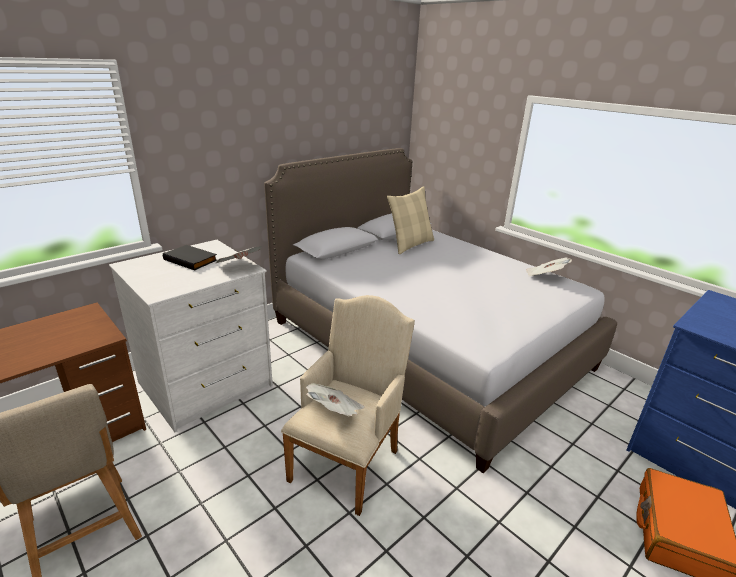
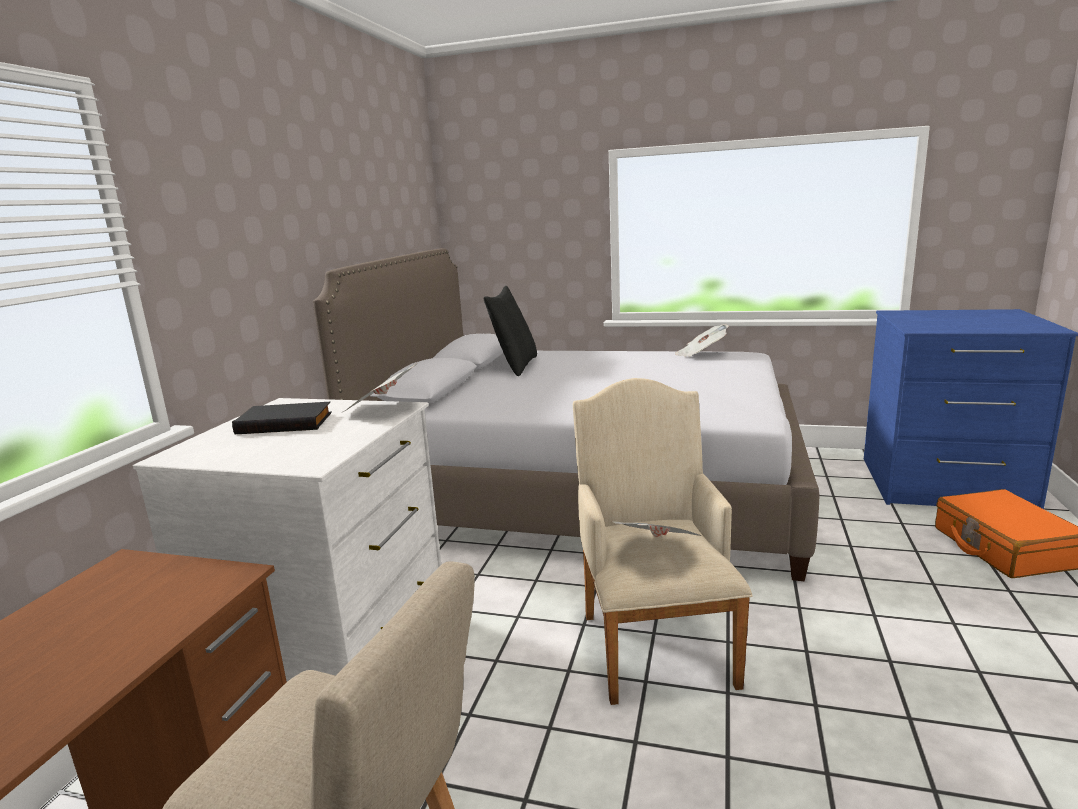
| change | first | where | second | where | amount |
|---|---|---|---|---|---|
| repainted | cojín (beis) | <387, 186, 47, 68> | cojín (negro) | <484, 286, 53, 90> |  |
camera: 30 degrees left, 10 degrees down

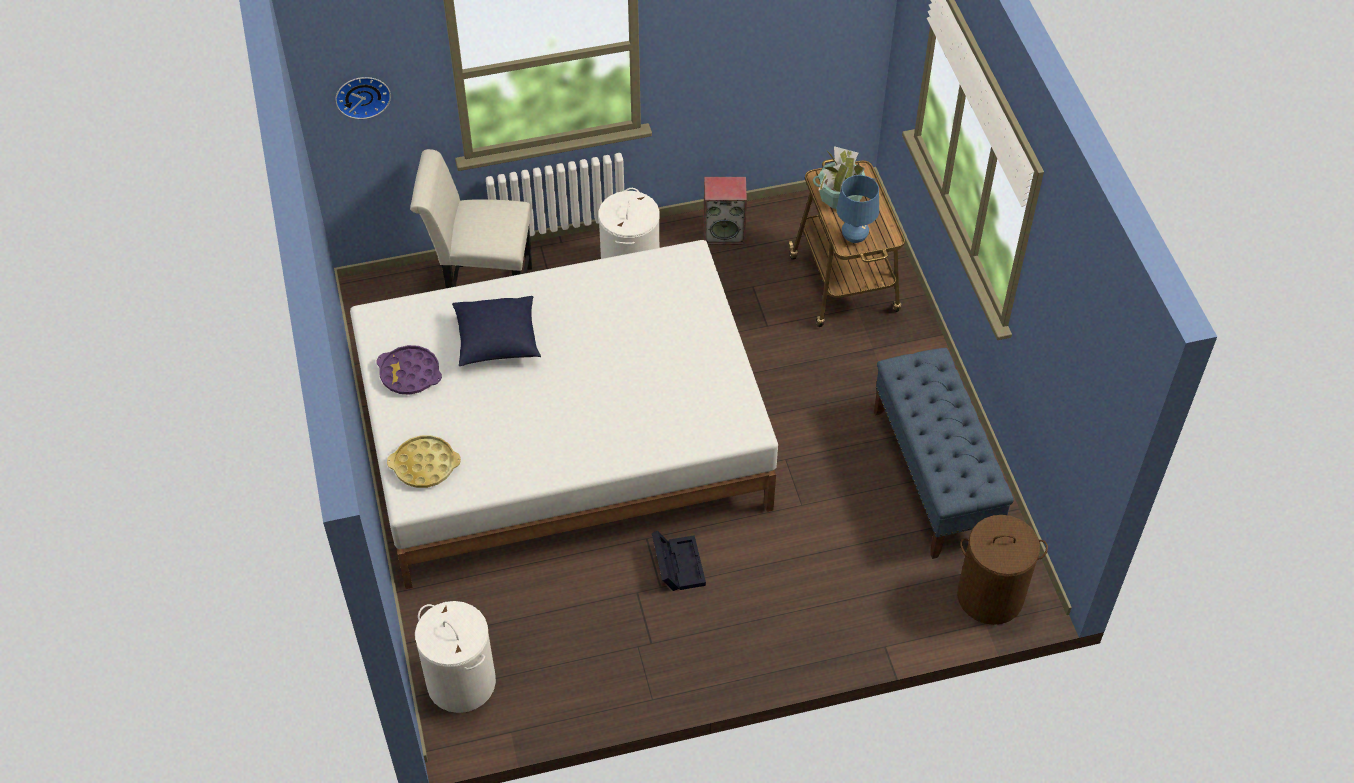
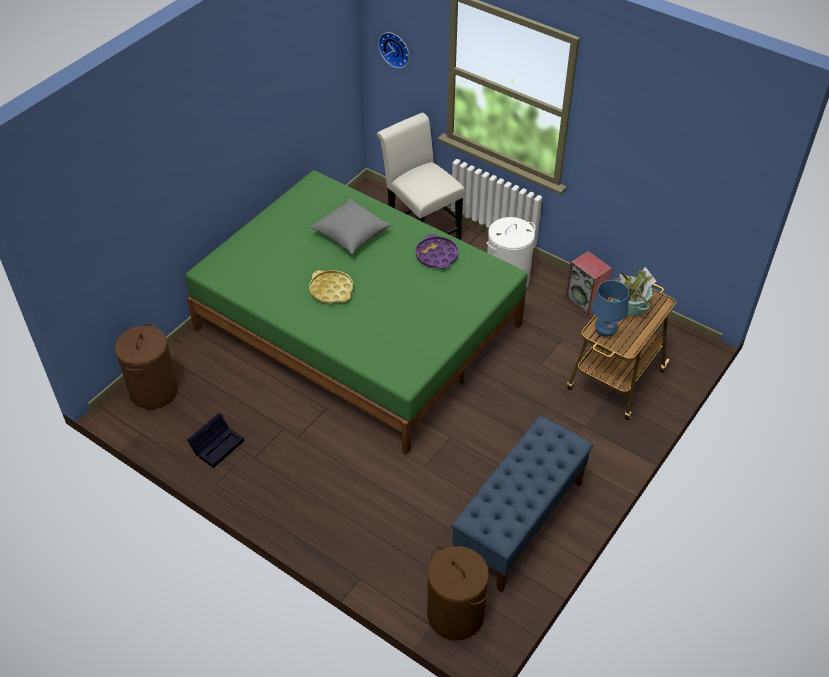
| change | first | where | second | where | amount |
|---|---|---|---|---|---|
| repainted | cama (blanco) | <350, 240, 428, 349> | cama (verde) | <185, 170, 343, 285> |  |
| repainted | cojín (azul) | <452, 296, 89, 70> | cojín (gris) | <310, 198, 81, 57> |  |
| shifted | bandeja (morado) | <377, 345, 65, 50> |  | <416, 234, 43, 35> |  |
| shifted | bandeja (amarillo) | <387, 435, 74, 53> |  | <309, 270, 44, 34> |  |
| shifted | caja de almacenaje (negro) | <652, 531, 54, 60> |  | <187, 413, 57, 55> |  |
| repainted | cesto de la ropa (blanco) | <415, 601, 81, 112> | cesto de la ropa (marrón) | <115, 323, 63, 86> |  |
camera: 50 degrees right, 5 degrees down

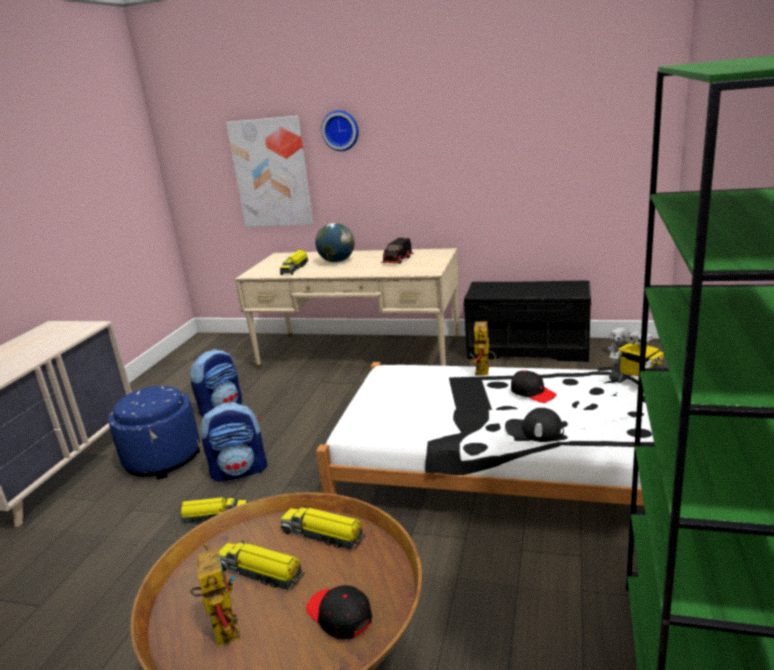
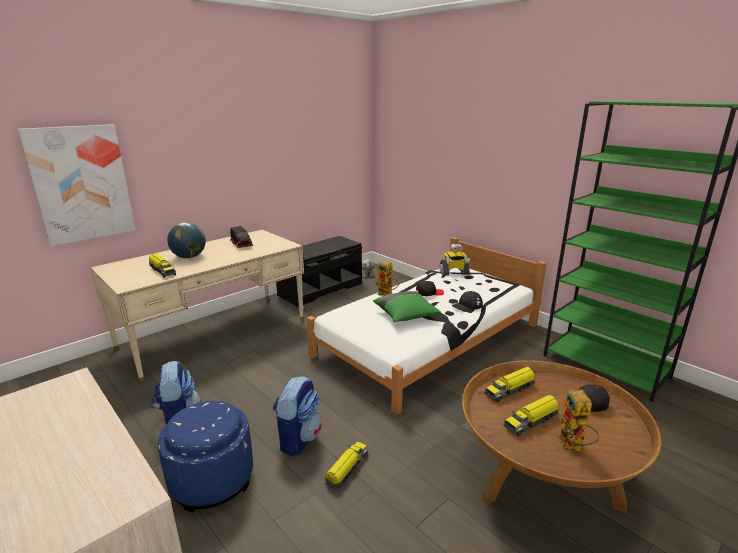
| change | first | where | second | where | amount |
|---|---|---|---|---|---|
| gone | reloj de pared | <321, 110, 38, 41> |  |  |  |
| rotated | robot de juguete | <190, 543, 51, 103> |  | <557, 390, 42, 62> | 105 degrees counterclockwise |
| new |  |  | cojín (verde) | <373, 291, 68, 31> |  |
camera: 60 degrees left, 0 degrees up

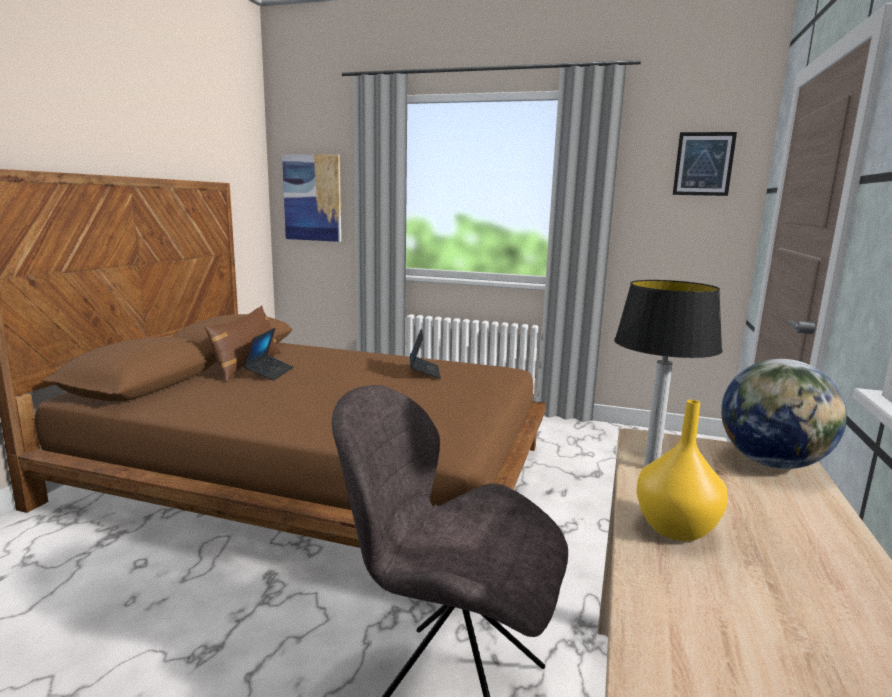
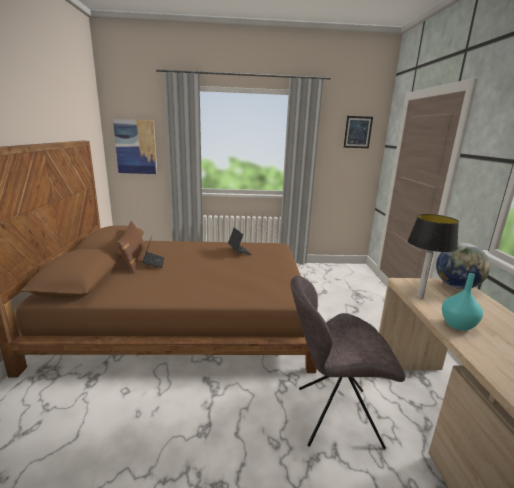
| change | first | where | second | where | amount |
|---|---|---|---|---|---|
| repainted | florero (amarillo) | <637, 400, 91, 141> | florero (turquesa) | <442, 273, 41, 58> |  |
camera: 20 degrees left, 5 degrees up

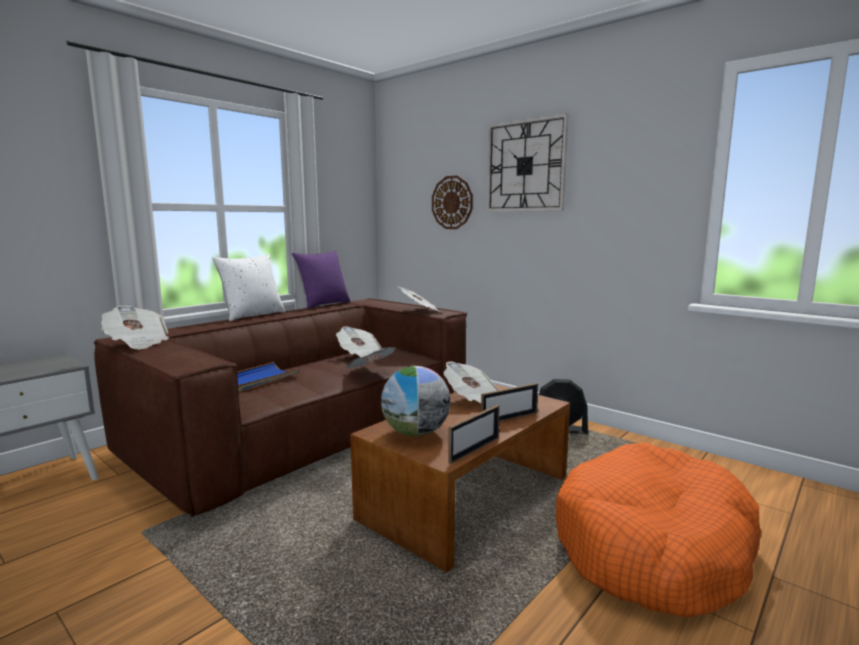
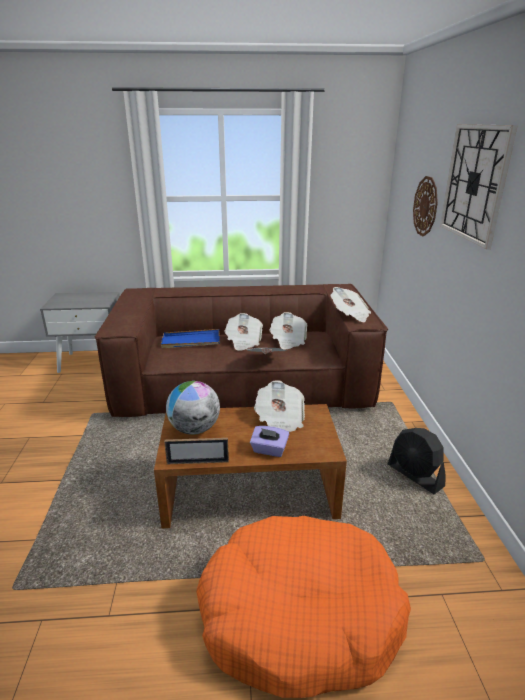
| change | first | where | second | where | amount |
|---|---|---|---|---|---|
| gone | cojín (morado) | <292, 250, 58, 59> |  |  |  |
| gone | cojín (blanco) | <212, 254, 73, 67> |  |  |  |
| shifted | periódico | <101, 306, 68, 44> |  | <225, 313, 38, 38> |  |
| swapped | portarretratos | <481, 383, 57, 39> | caja de pañuelos (morado) | <250, 426, 39, 31> |  |
camera: 45 degrees right, 15 degrees up

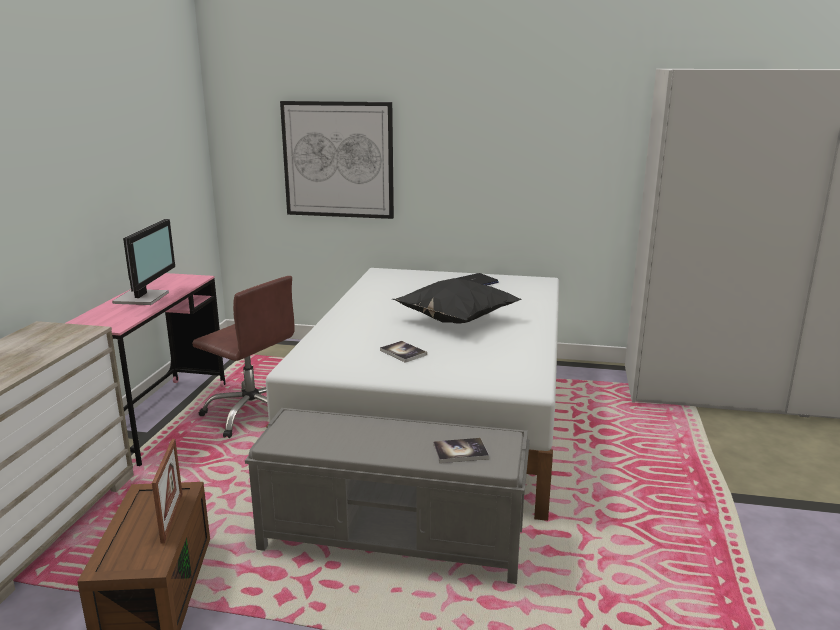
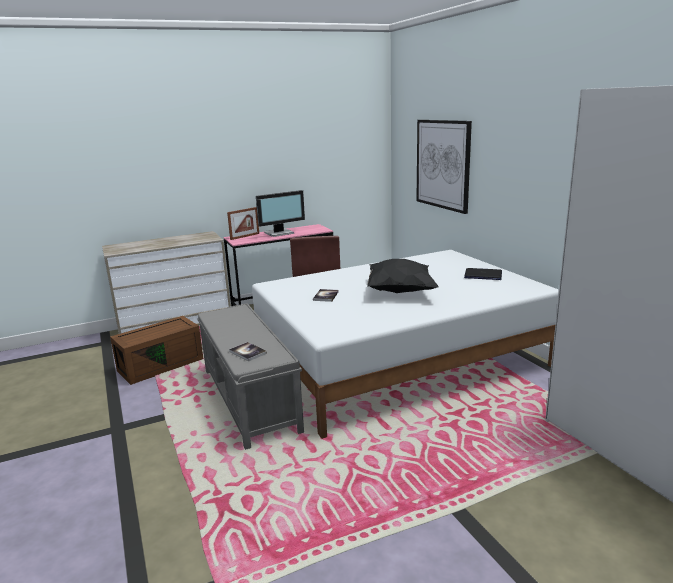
| change | first | where | second | where | amount |
|---|---|---|---|---|---|
| shifted | portarretratos | <152, 439, 31, 105> |  | <227, 207, 32, 33> |  |
camera: 55 degrees right, 0 degrees up

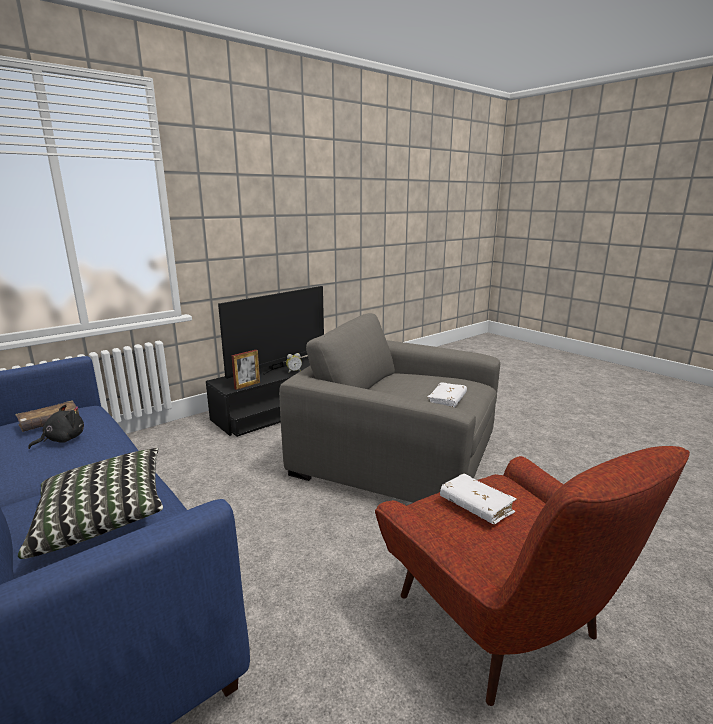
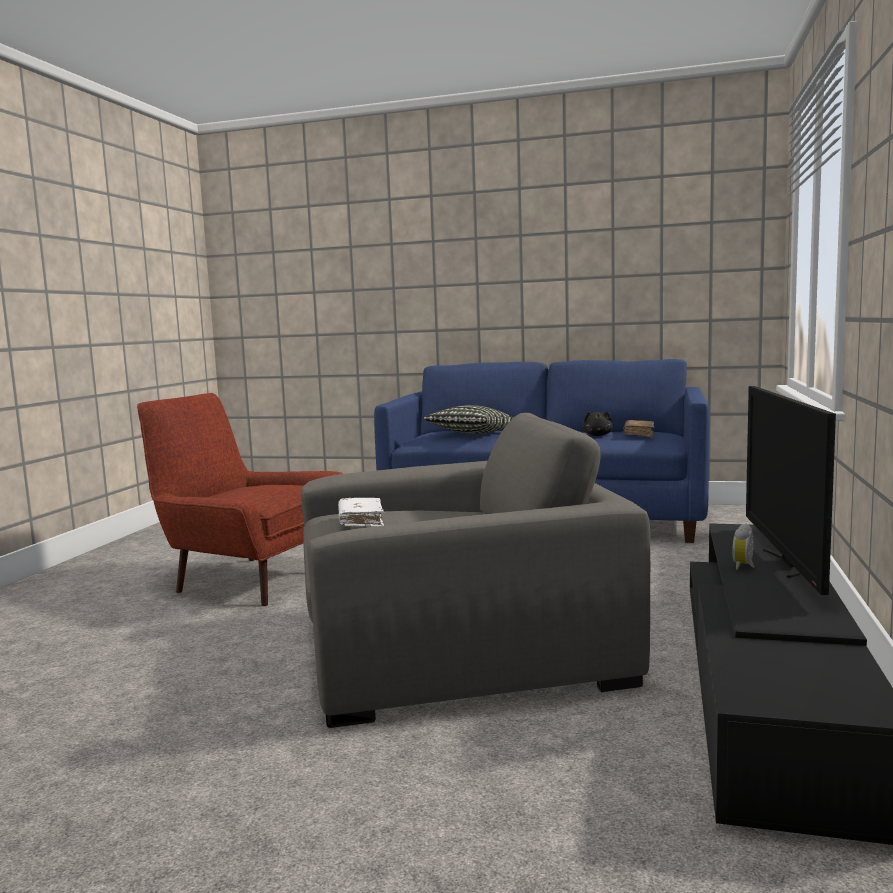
| change | first | where | second | where | amount |
|---|---|---|---|---|---|
| gone | portarretratos | <231, 350, 29, 40> |  |  |  |
| gone | libro (blanco) | <440, 474, 77, 50> |  |  |  |
camera: 145 degrees right, 10 degrees down

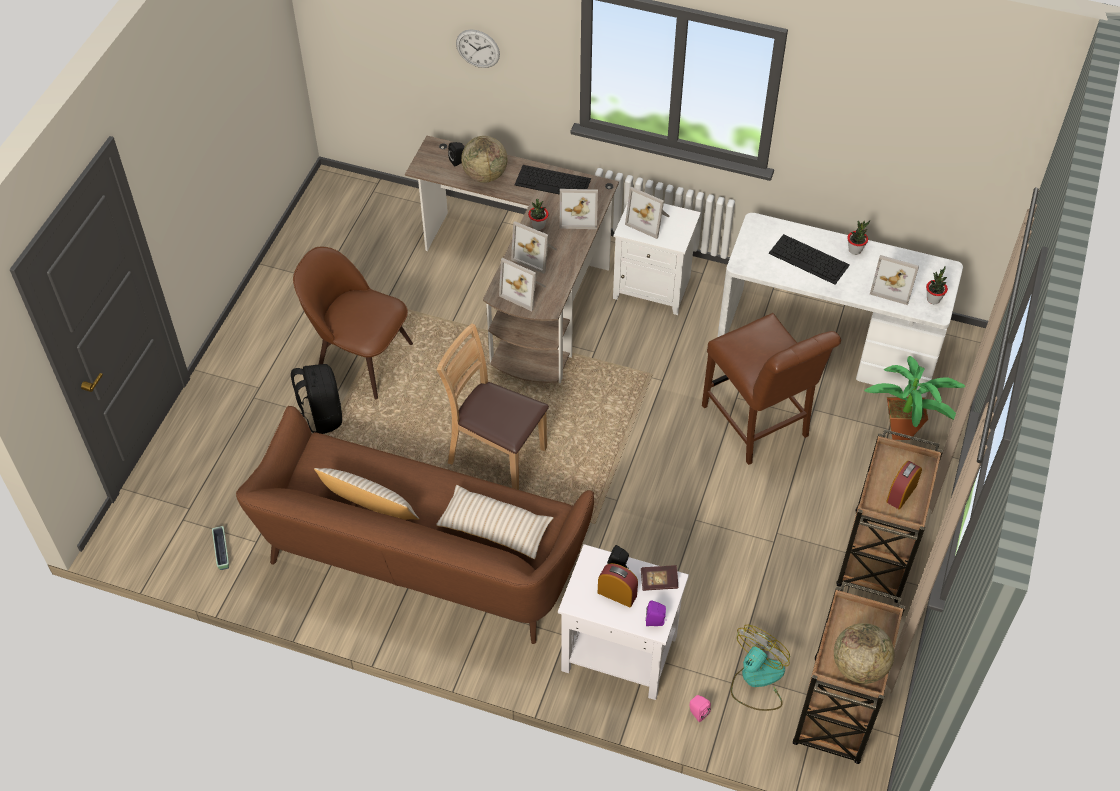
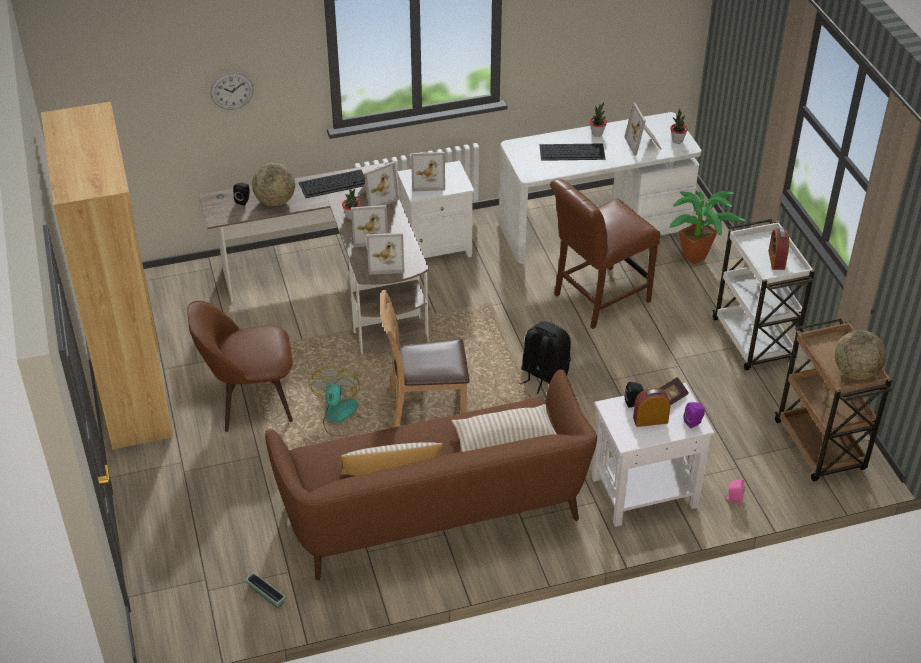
| change | first | where | second | where | amount |
|---|---|---|---|---|---|
| rotated | portarretratos | <870, 255, 49, 50> |  | <625, 103, 37, 53> | 90 degrees clockwise |
| rotated | silla (marrón) | <702, 313, 139, 152> |  | <550, 179, 110, 150> | 120 degrees clockwise |
| shifted | mochila (negro) | <291, 364, 51, 70> |  | <519, 321, 52, 73> |  |
| repainted | carrito (marrón) | <836, 429, 107, 174> | carrito (blanco) | <712, 219, 103, 151> |  |
| shifted | ventilador | <731, 625, 59, 86> |  | <309, 367, 53, 69> |  |
| new |  |  | estantería (marrón) | <41, 102, 133, 348> |  |
camera: 35 degrees left, 10 degrees down

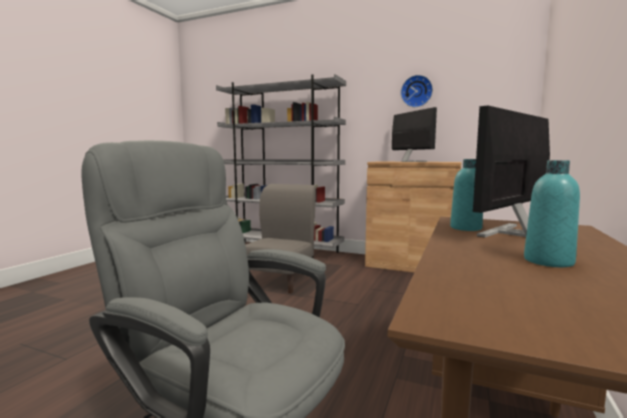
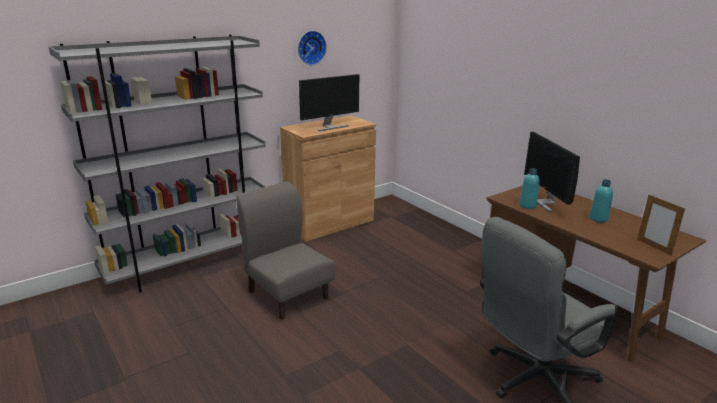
| change | first | where | second | where | amount |
|---|---|---|---|---|---|
| rotated | monitor | <392, 107, 45, 55> |  | <299, 74, 60, 57> | 135 degrees clockwise |
| new |  |  | portarretratos | <637, 195, 48, 61> |  |
camera: 60 degrees left, 15 degrees up

